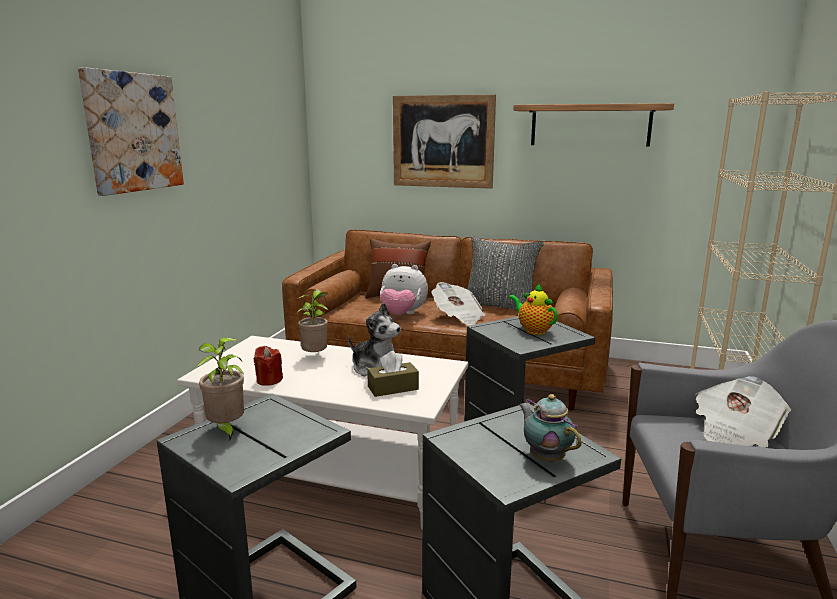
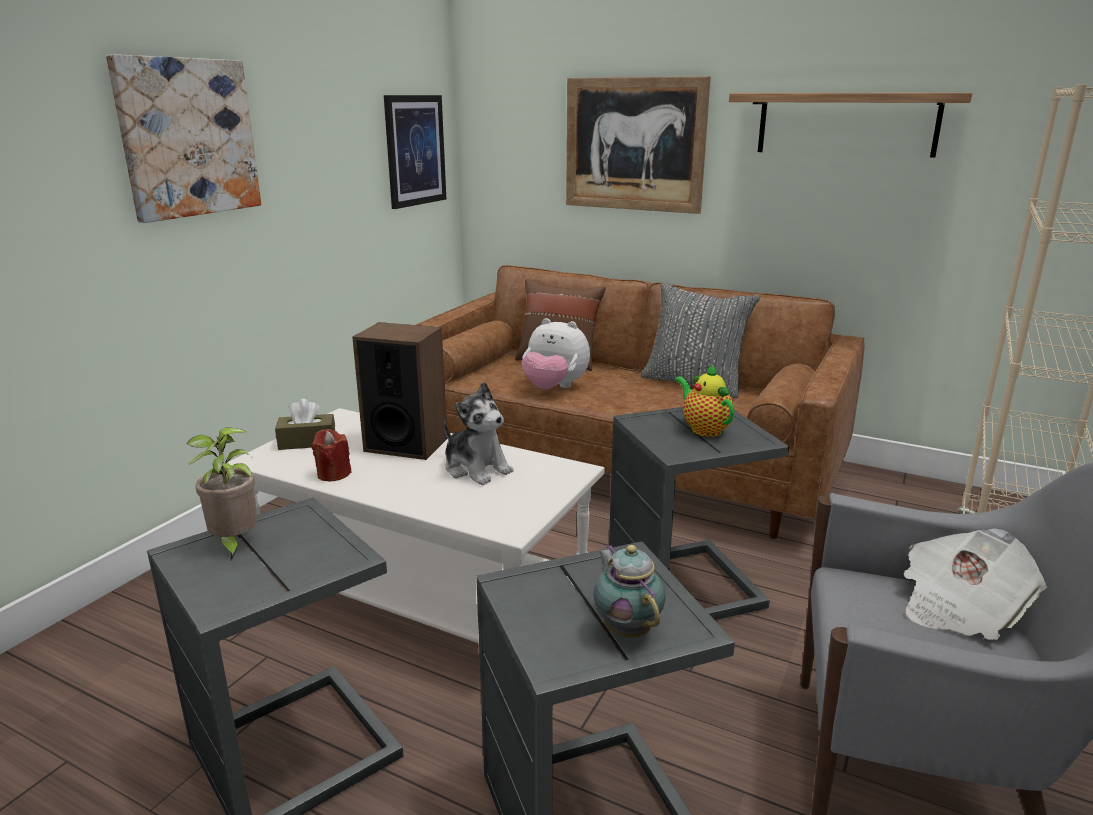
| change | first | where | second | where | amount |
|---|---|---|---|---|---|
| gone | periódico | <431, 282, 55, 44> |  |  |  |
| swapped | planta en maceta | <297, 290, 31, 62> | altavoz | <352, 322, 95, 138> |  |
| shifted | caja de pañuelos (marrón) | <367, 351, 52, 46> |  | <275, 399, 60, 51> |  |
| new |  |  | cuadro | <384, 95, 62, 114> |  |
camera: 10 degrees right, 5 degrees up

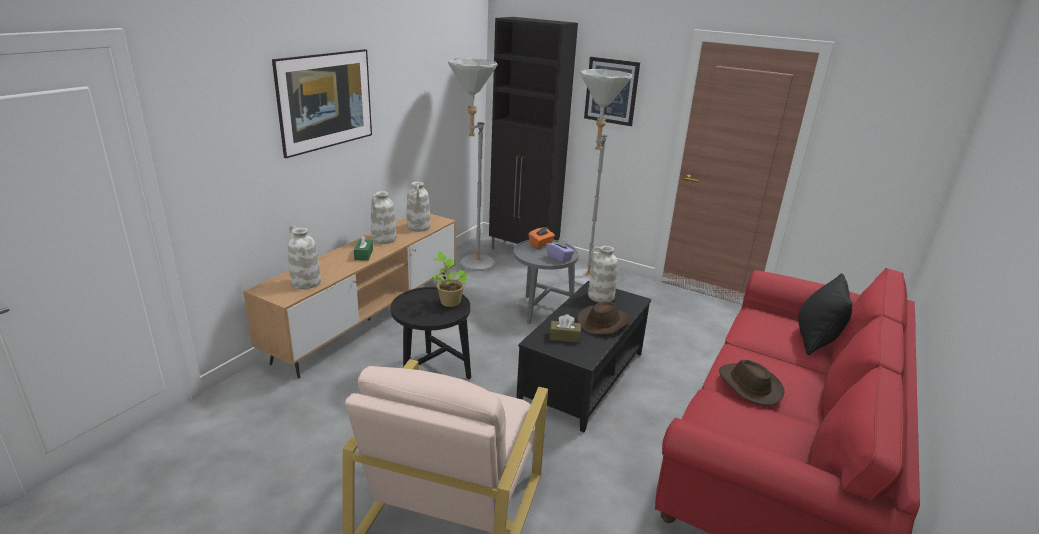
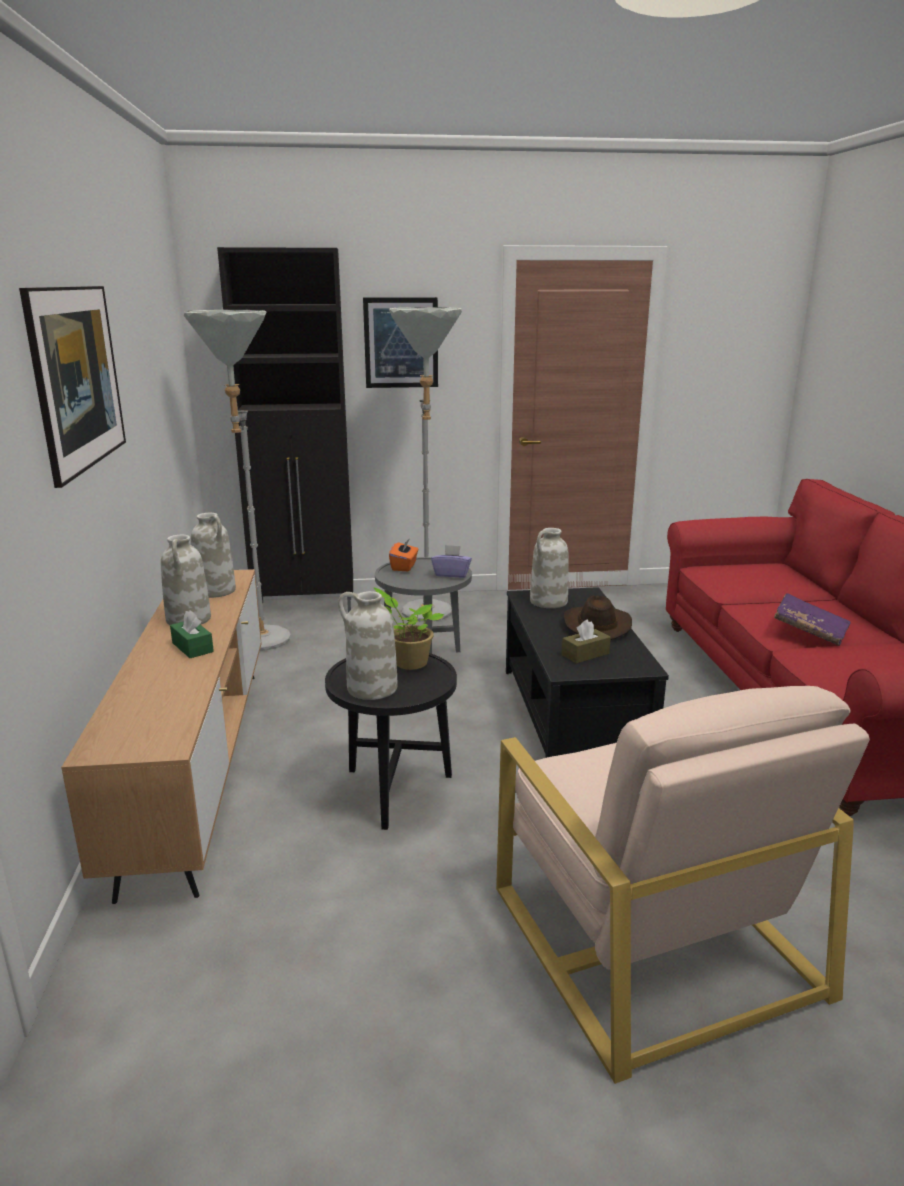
| change | first | where | second | where | amount |
|---|---|---|---|---|---|
| shifted | florero (blanco) | <288, 225, 33, 64> |  | <338, 591, 60, 109> |  |
| gone | cojín (negro) | <798, 274, 55, 81> |  |  |  |
| swapped | sombrero (marrón) | <719, 360, 65, 46> | libro (morado) | <774, 593, 77, 53> |  |
camera: 35 degrees left, 5 degrees down

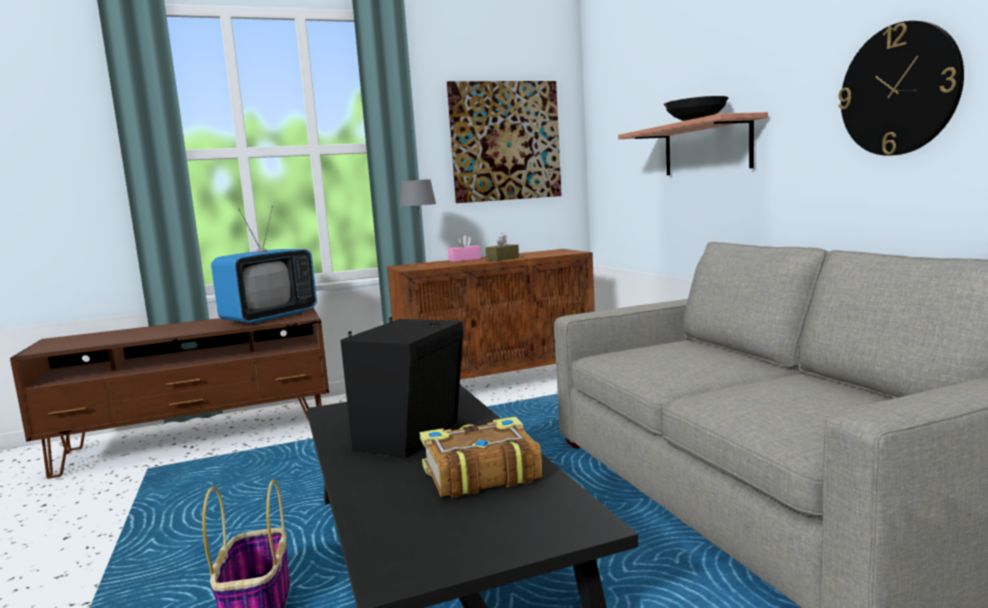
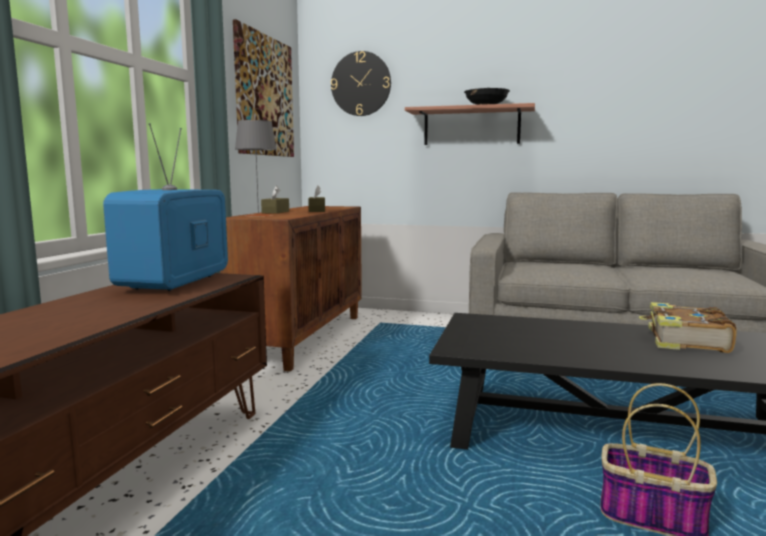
| change | first | where | second | where | amount |
|---|---|---|---|---|---|
| shifted | reloj de pared | <839, 21, 125, 135> |  | <331, 51, 60, 65> |  |
| rotated | televisor | <211, 206, 106, 118> |  | <103, 123, 125, 168> | 150 degrees counterclockwise |
| repainted | caja de pañuelos (rosa) | <448, 234, 33, 28> | caja de pañuelos (marrón) | <261, 186, 28, 28> |  |
| gone | altavoz (negro) | <340, 317, 124, 141> |  |  |  |
camera: 55 degrees left, 0 degrees up

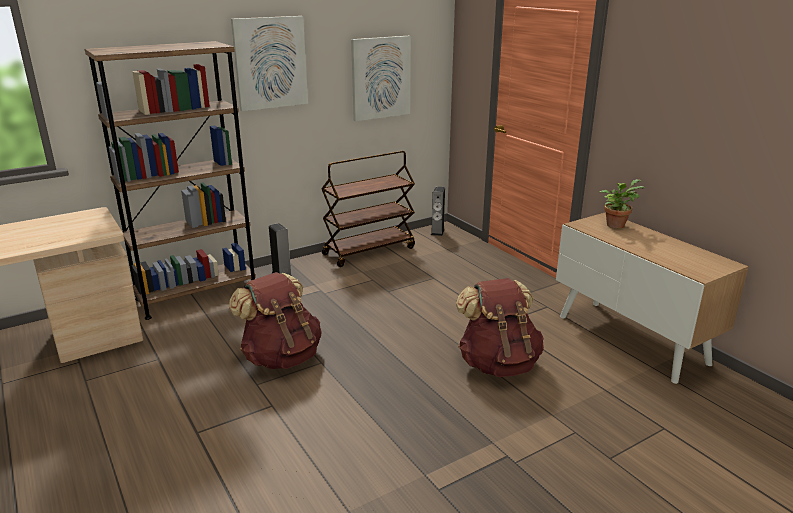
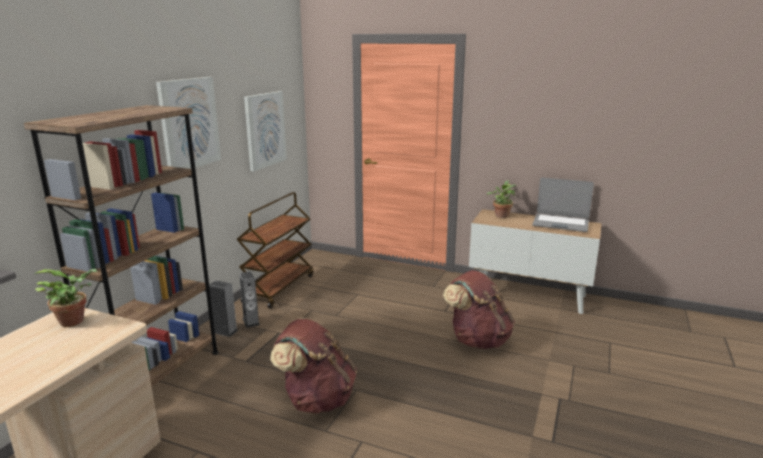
| change | first | where | second | where | amount |
|---|---|---|---|---|---|
| shifted | altavoz | <431, 187, 14, 49> |  | <239, 271, 21, 57> |  |
| new |  |  | portátil | <532, 178, 62, 54> |  |
| new |  |  | planta en maceta | <33, 269, 65, 58> |  |
camera: 35 degrees left, 5 degrees down

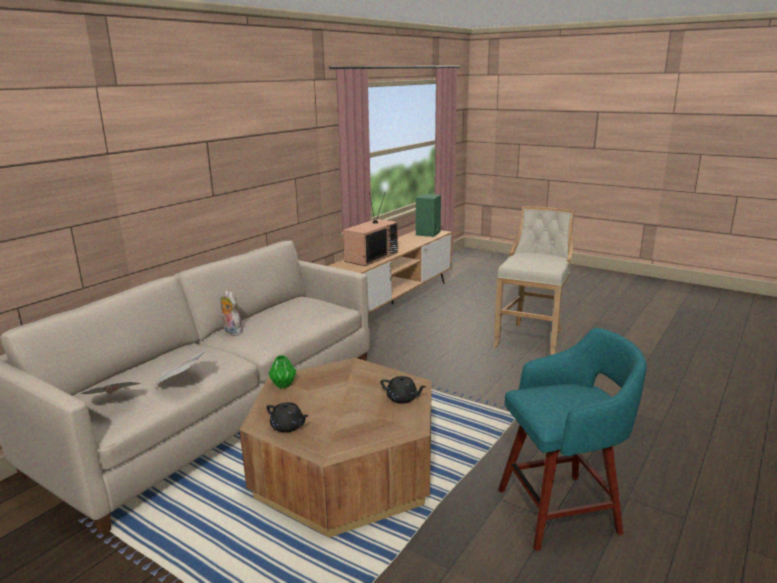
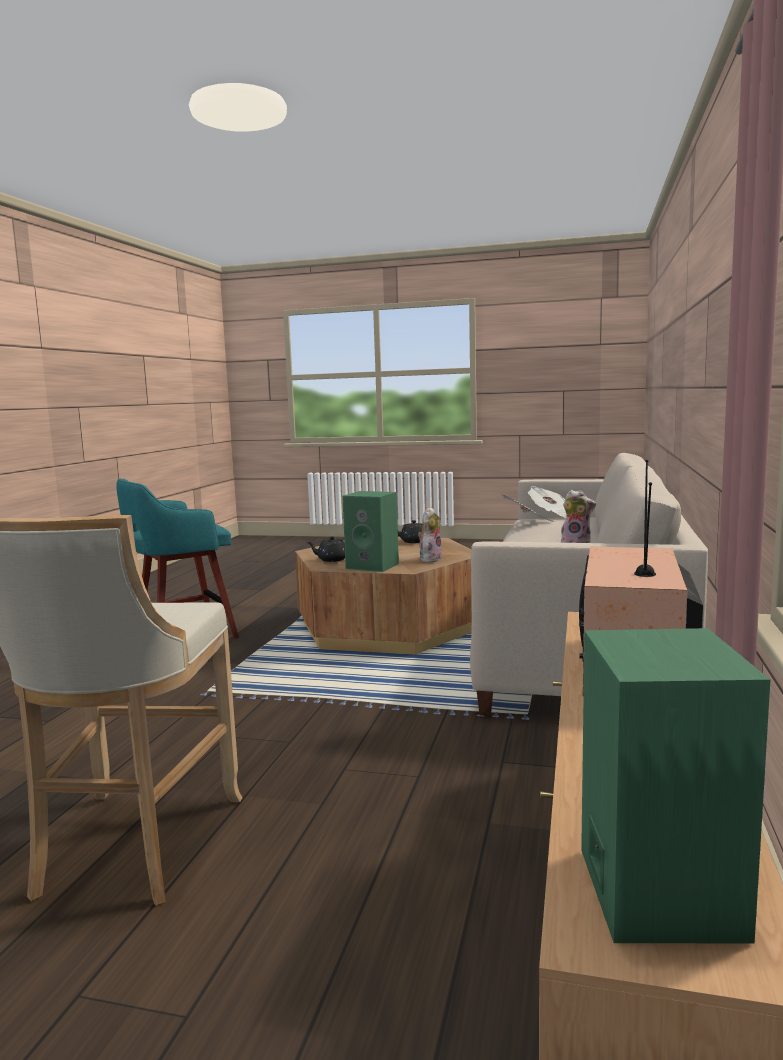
| change | first | where | second | where | amount |
|---|---|---|---|---|---|
| gone | florero (verde) | <269, 355, 27, 34> |  |  |  |
| new |  |  | altavoz (verde) | <342, 491, 57, 81> |  |
| new |  |  | peluche | <418, 507, 24, 56> |  |
camera: 160 degrees right, 10 degrees down

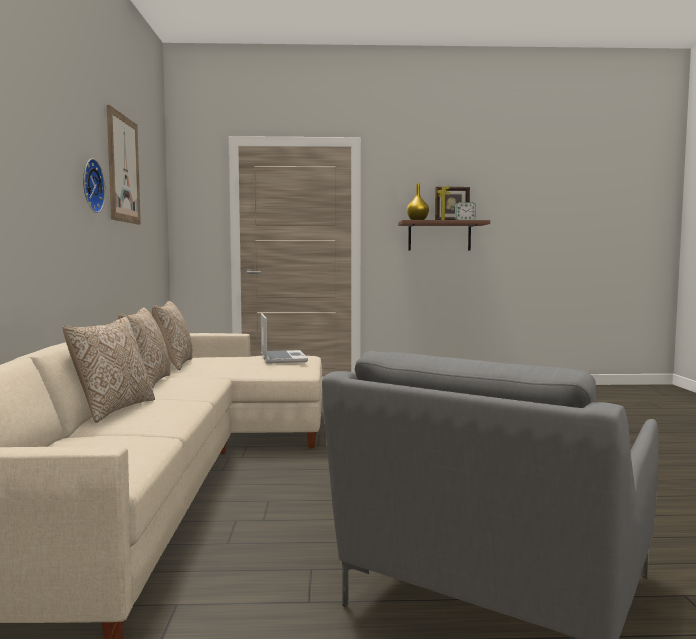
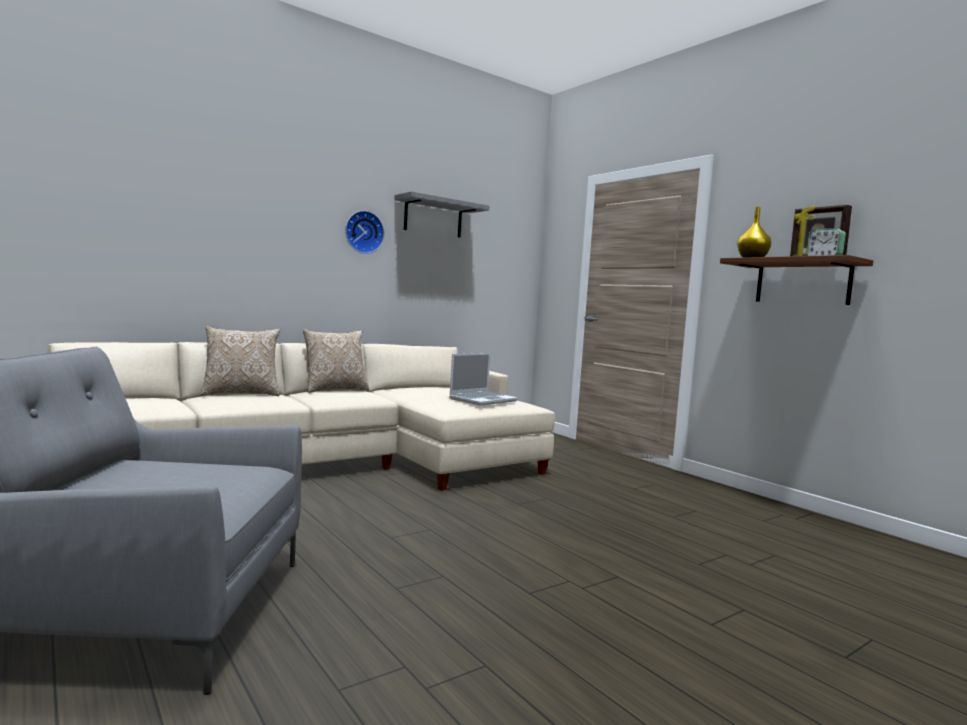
| change | first | where | second | where | amount |
|---|---|---|---|---|---|
| swapped | cuadro | <107, 105, 34, 119> | estante (gris) | <394, 191, 96, 47> |  |
| gone | cojín | <152, 301, 40, 69> |  |  |  |
camera: 55 degrees right, 0 degrees up

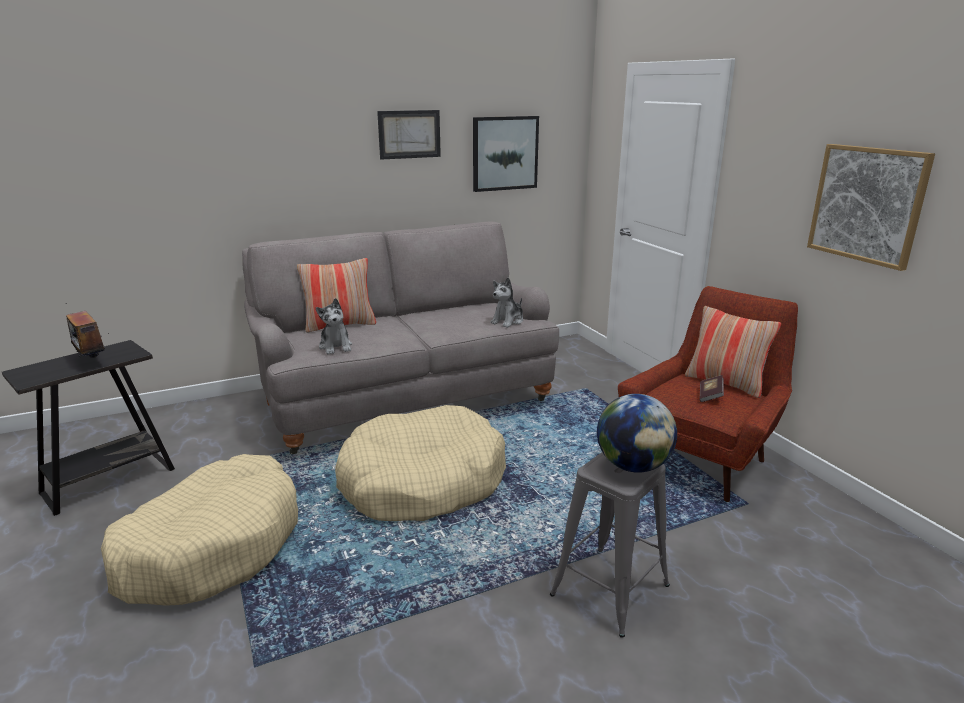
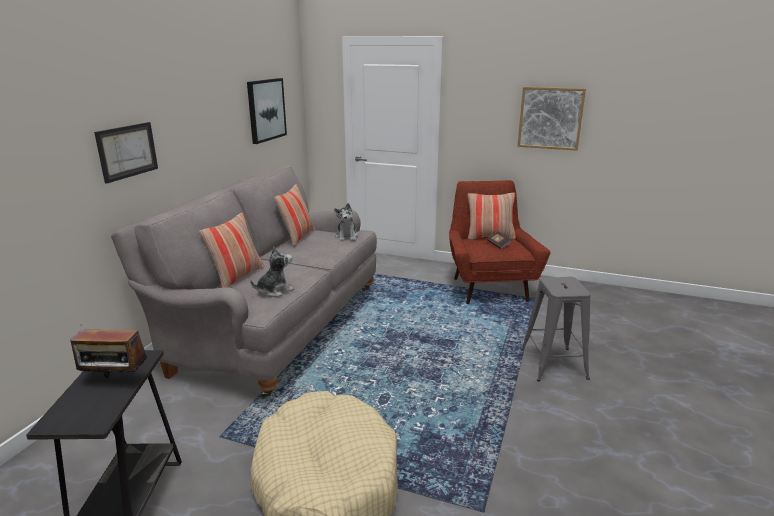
| change | first | where | second | where | amount |
|---|---|---|---|---|---|
| shifted | cuadro | <377, 110, 64, 50> |  | <94, 122, 64, 62> |  |
| rotated | peluche | <316, 298, 36, 57> |  | <250, 246, 44, 51> | 60 degrees counterclockwise |
| gone | globo terráqueo | <597, 394, 80, 79> |  |  |  |
| gone | cama para perro (beis) | <335, 405, 171, 116> |  |  |  |
| new |  |  | cojín | <274, 184, 41, 63> |  |
camera: 45 degrees left, 0 degrees up

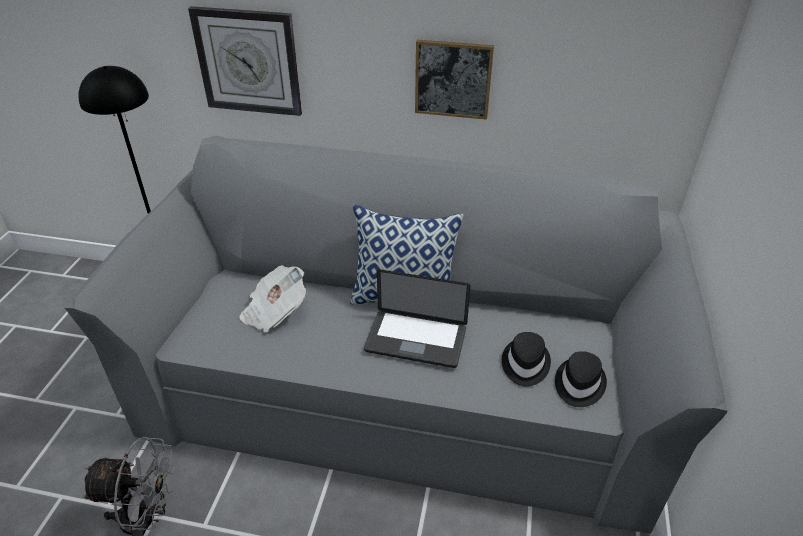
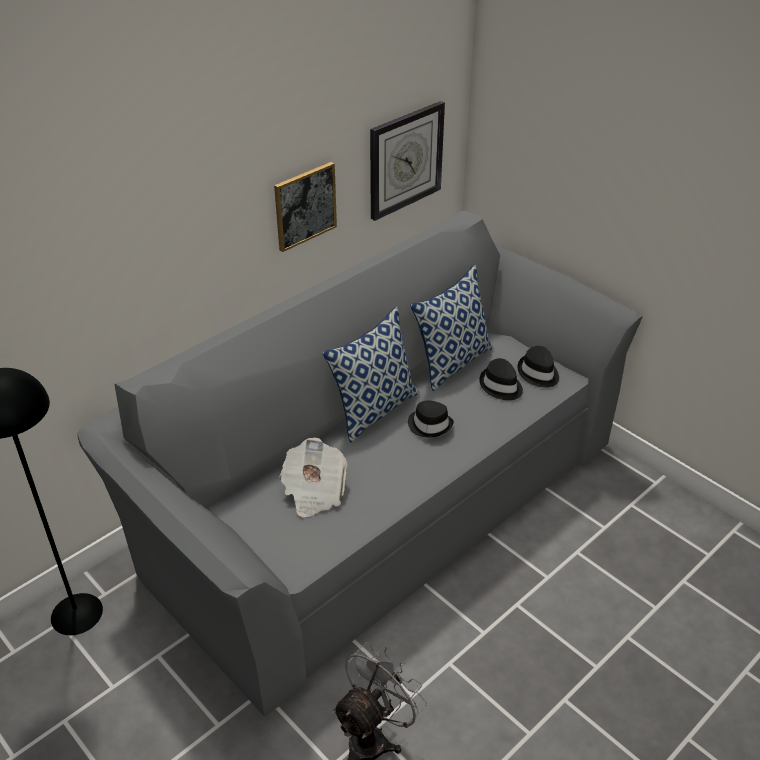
| change | first | where | second | where | amount |
|---|---|---|---|---|---|
| shifted | reloj de pared | <188, 6, 114, 110> |  | <370, 101, 75, 120> |  |
| swapped | portátil | <364, 269, 107, 99> | sombrero (negro) | <408, 400, 46, 37> |  |
| new |  |  | cojín | <411, 265, 82, 126> |  |
camera: 55 degrees left, 0 degrees up

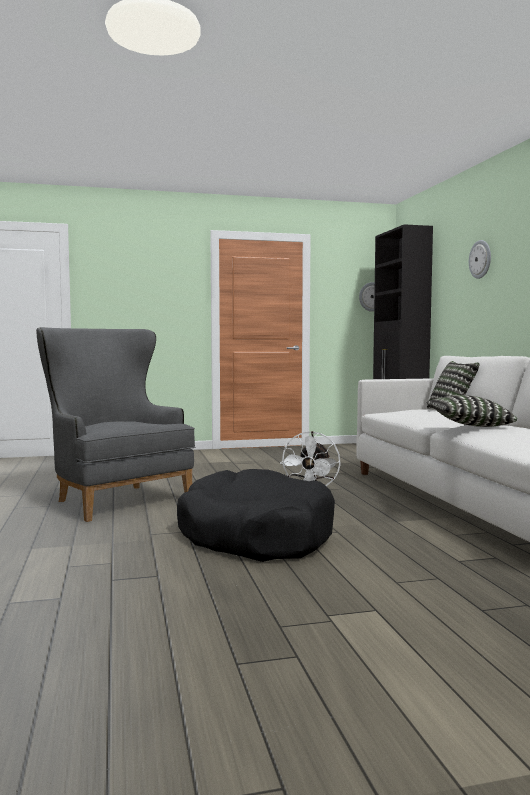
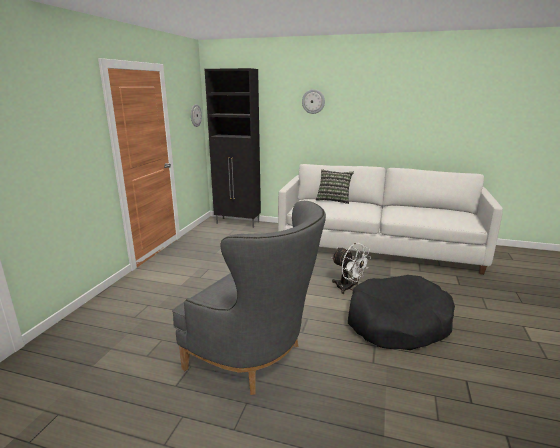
| change | first | where | second | where | amount |
|---|---|---|---|---|---|
| rotated | sillón (gris) | <36, 327, 159, 195> |  | <172, 201, 154, 194> | 135 degrees counterclockwise |
| gone | cojín | <426, 395, 91, 32> |  |  |  |
camera: 60 degrees left, 15 degrees up

